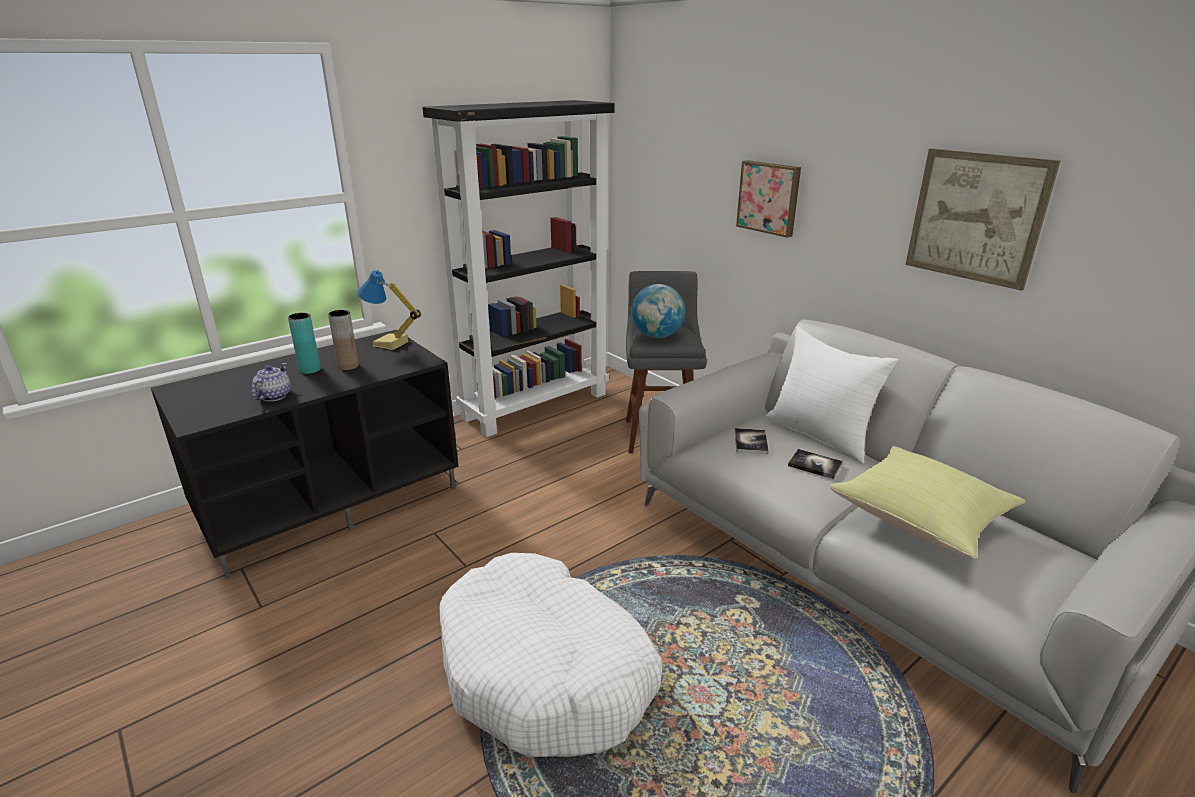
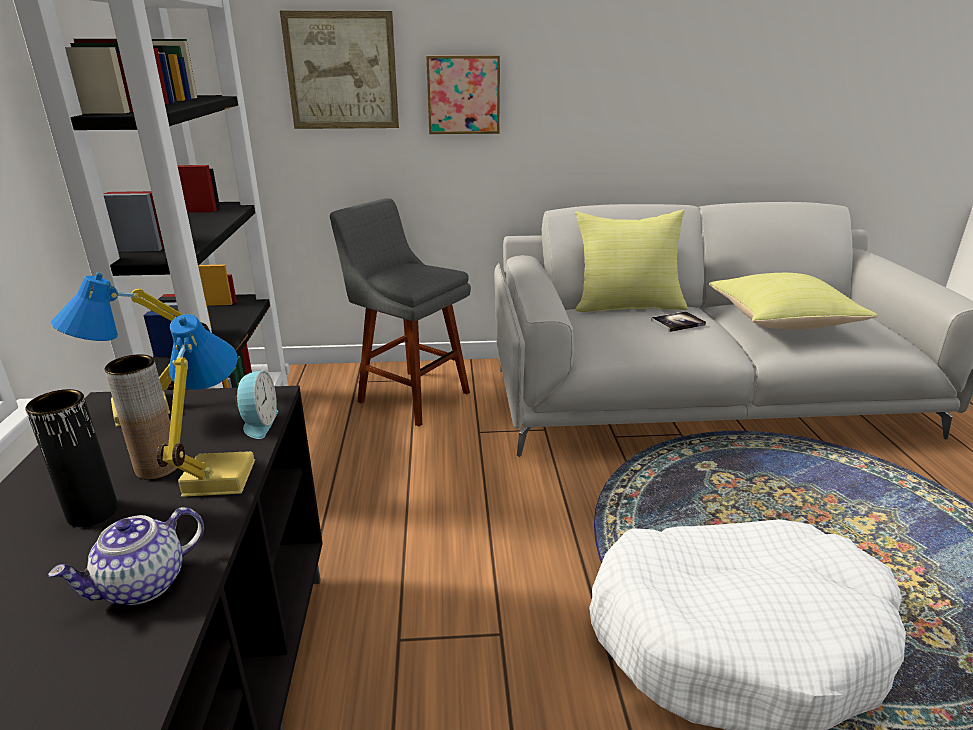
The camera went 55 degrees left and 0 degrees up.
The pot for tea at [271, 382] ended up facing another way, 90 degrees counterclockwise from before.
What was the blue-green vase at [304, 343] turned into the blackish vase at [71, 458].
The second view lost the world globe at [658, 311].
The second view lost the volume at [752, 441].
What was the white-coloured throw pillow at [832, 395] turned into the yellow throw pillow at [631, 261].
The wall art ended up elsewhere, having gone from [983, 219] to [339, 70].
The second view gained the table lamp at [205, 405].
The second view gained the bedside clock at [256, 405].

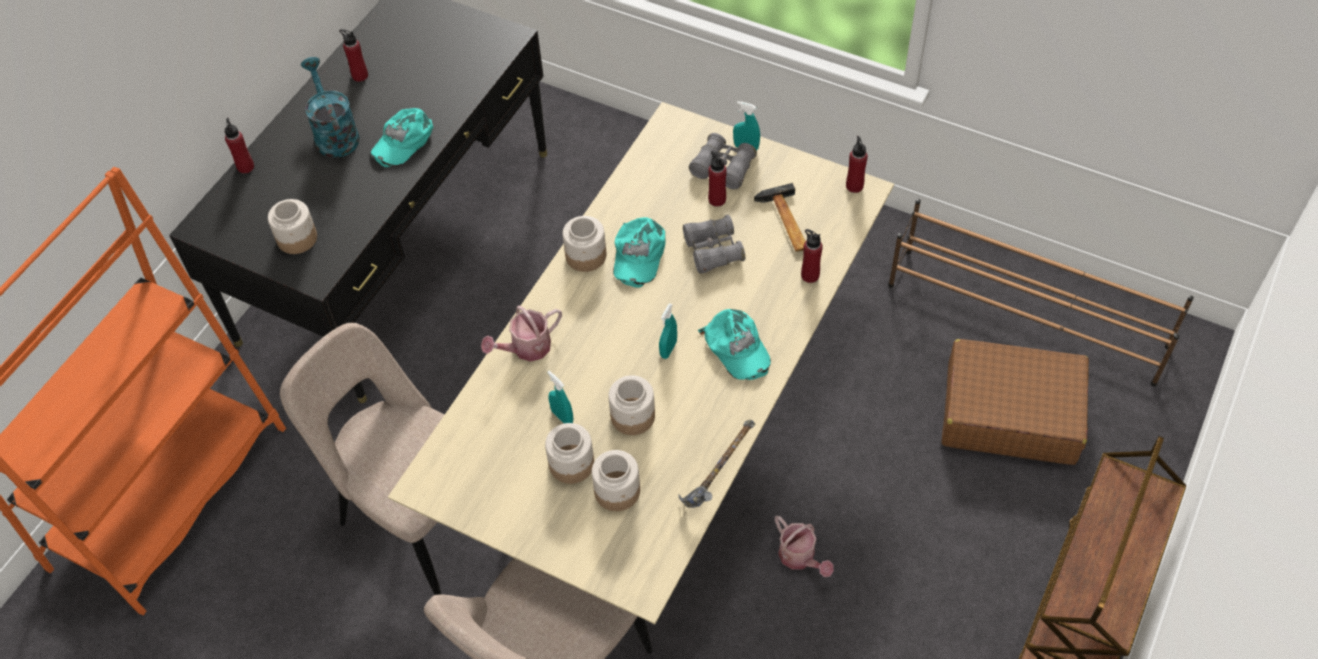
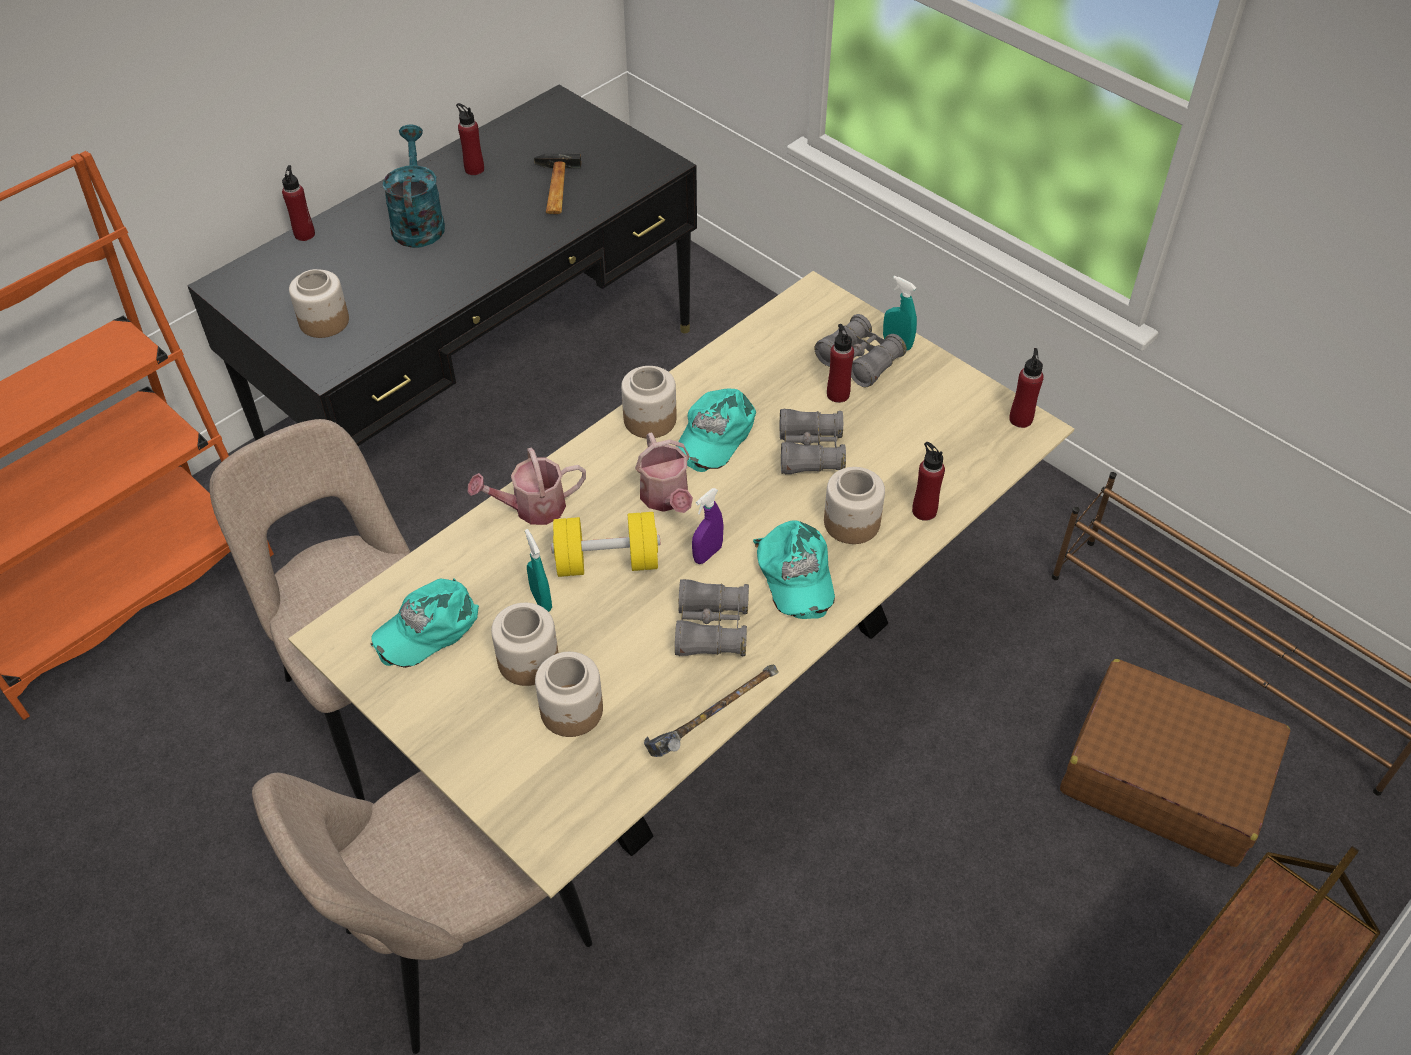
The camera went 15 degrees right and 5 degrees down.
The blue-green cap ended up elsewhere, having gone from [402, 137] to [425, 623].
The preserve jar ended up elsewhere, having gone from [631, 405] to [854, 505].
What was the blue-green sprayer at [668, 331] turned into the purple sprayer at [707, 526].
The tool hammer ended up elsewhere, having gone from [780, 217] to [557, 184].
The sprinkling can ended up elsewhere, having gone from [804, 546] to [664, 472].
The second view gained the yellow free weight at [606, 544].
The second view gained the greyish binoculars at [712, 617].

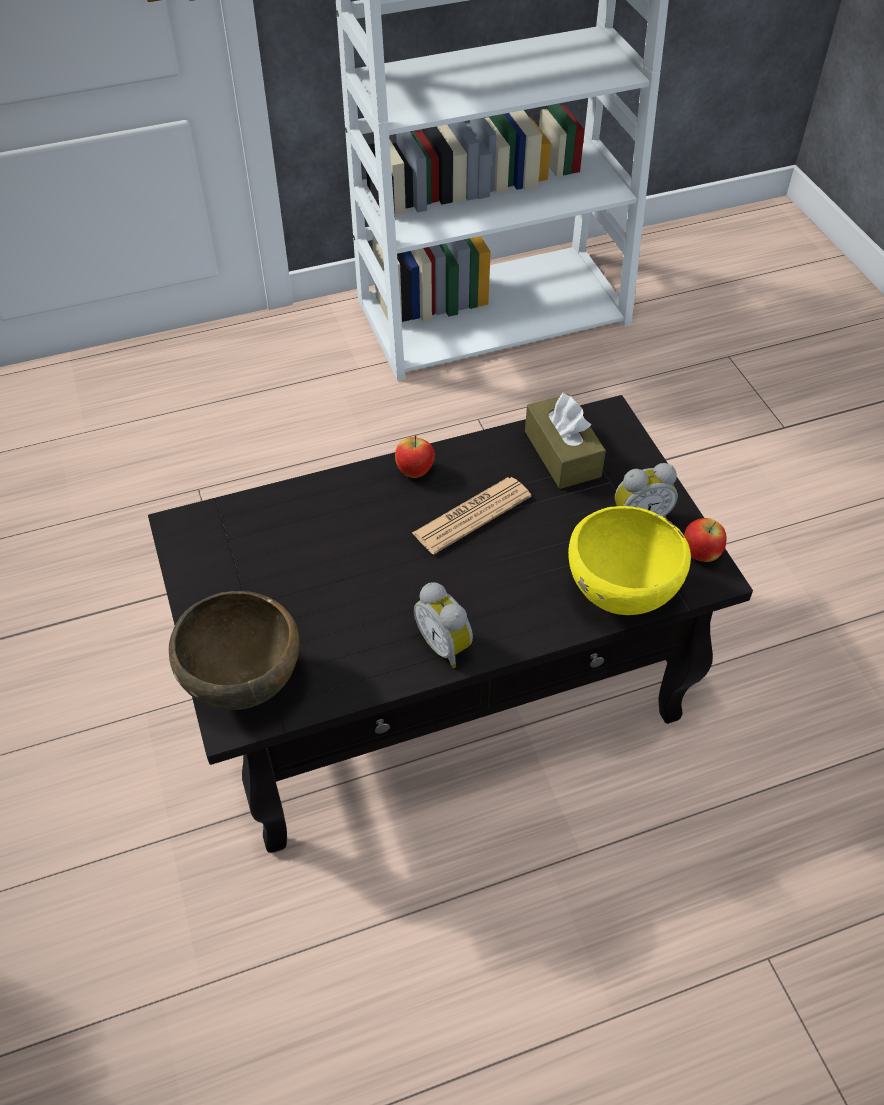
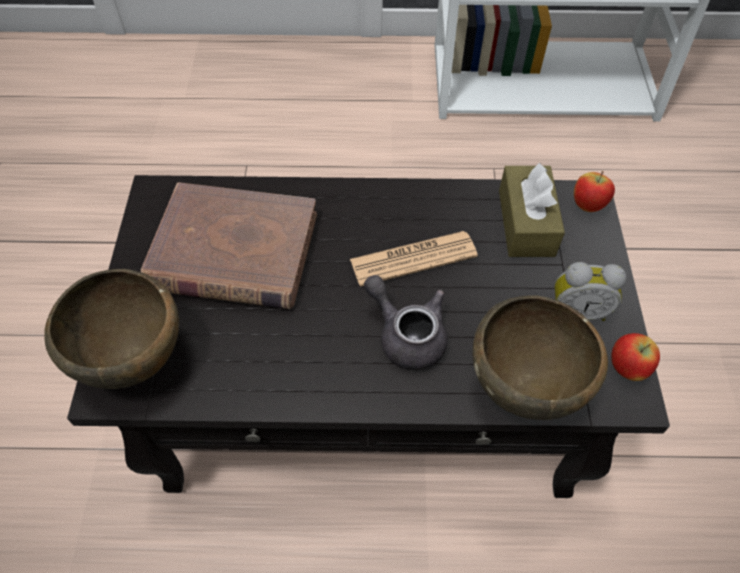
The camera went 20 degrees right and 5 degrees up.
The apple fruit ended up elsewhere, having gone from [415, 456] to [594, 191].
The second view lost the bedside clock at [443, 625].
What was the yellow deep dish at [629, 560] turned into the brown deep dish at [540, 357].
The second view gained the brown volume at [229, 245].
The second view gained the greyish pot for tea at [406, 322].

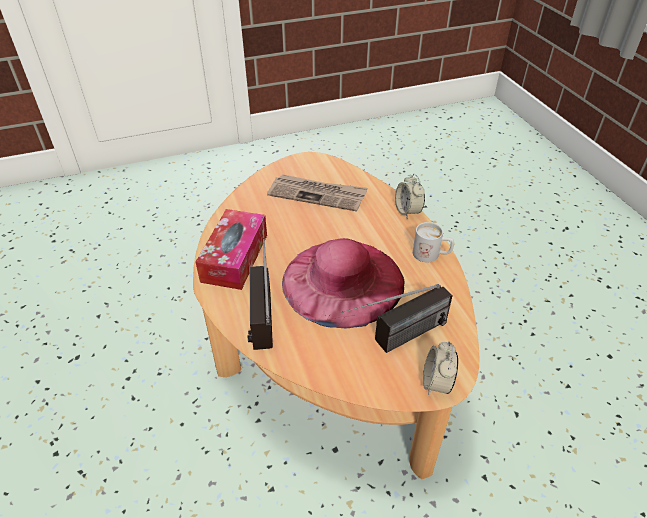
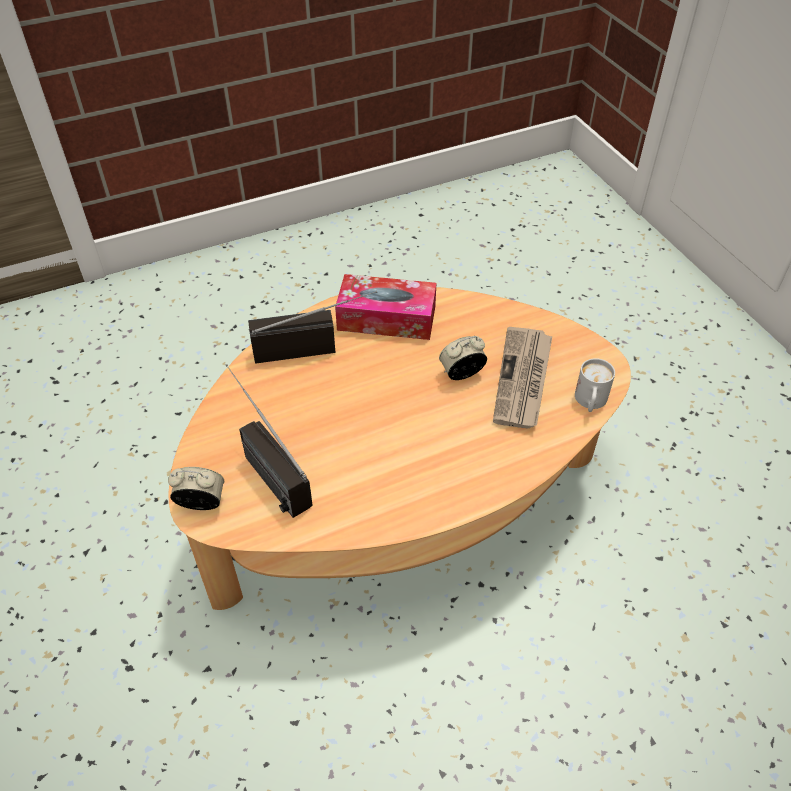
The camera went 85 degrees right and 5 degrees up.
The second view lost the pink clothing hat at [343, 283].
The bedside clock ended up elsewhere, having gone from [410, 196] to [463, 358].
The white-coloured tea mug ended up elsewhere, having gone from [433, 242] to [595, 385].

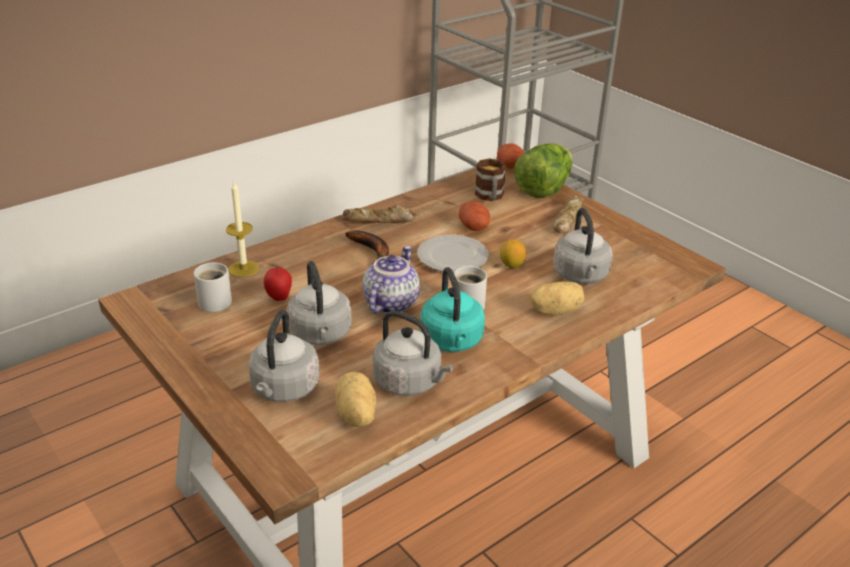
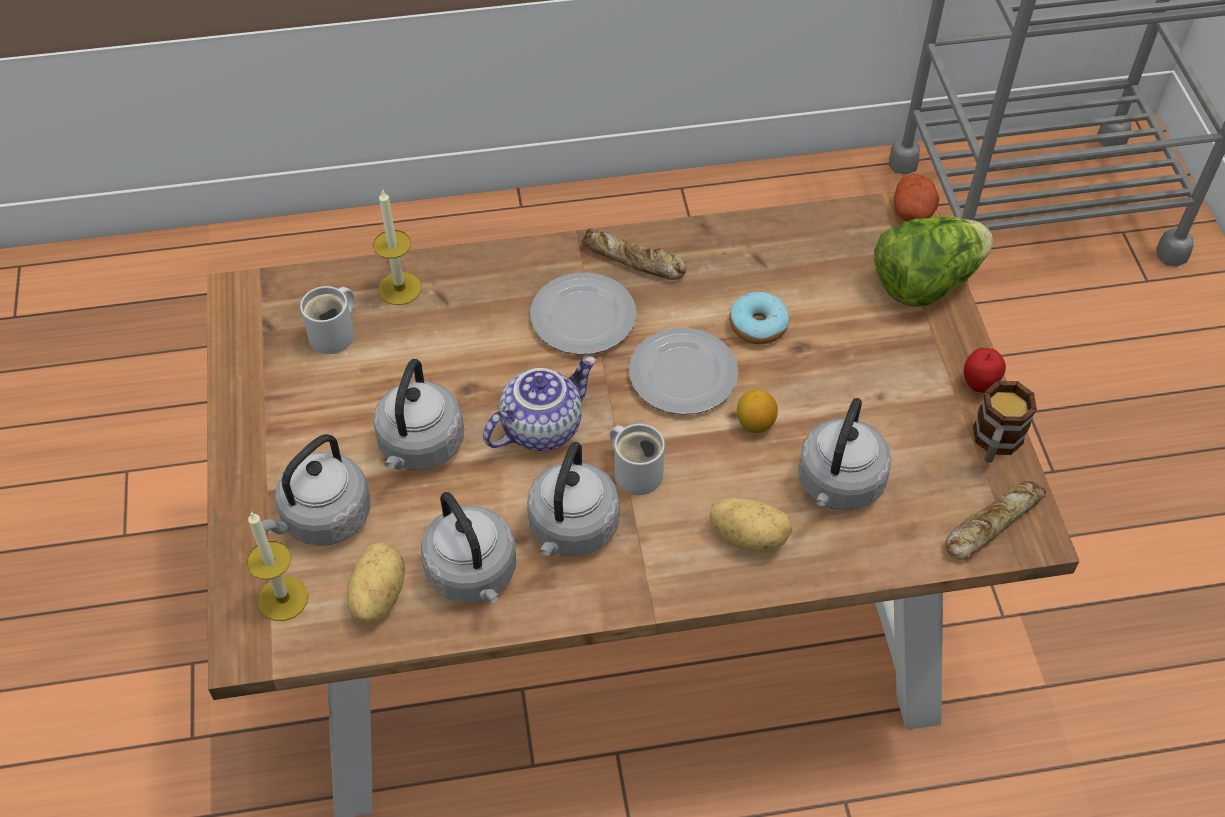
The camera went 30 degrees right and 20 degrees up.
The apple fruit ended up elsewhere, having gone from [278, 284] to [985, 370].
Where the whole banana stood at [367, 247], the dinner plate came to stand at [583, 314].
What was the blue-green water kettle at [452, 309] turned into the greyish water kettle at [573, 499].
Where the spud stood at [474, 216], the ring doughnut came to stand at [759, 318].
The tea mug ended up elsewhere, having gone from [490, 179] to [1005, 422].
The bread ended up elsewhere, having gone from [568, 214] to [996, 520].
The second view gained the wax light at [277, 566].

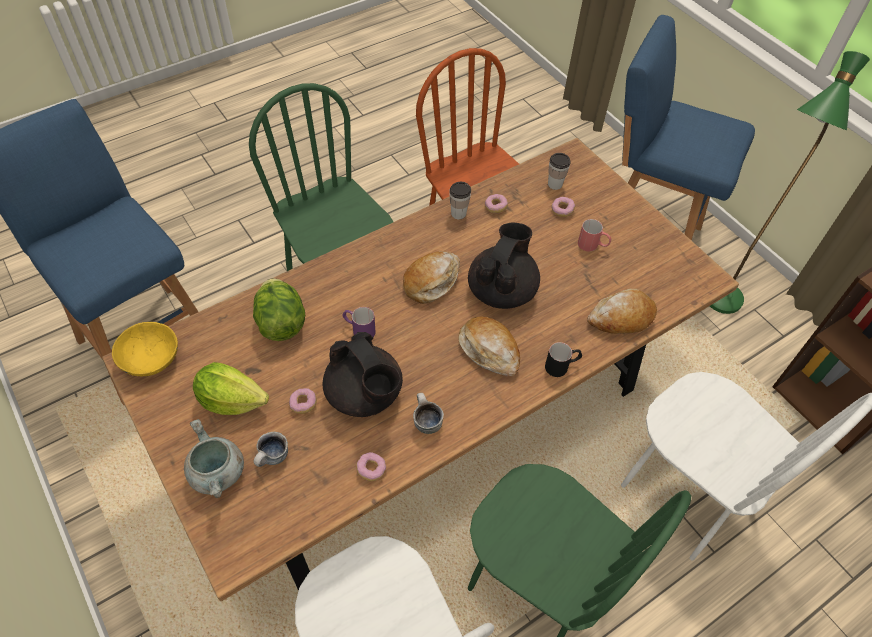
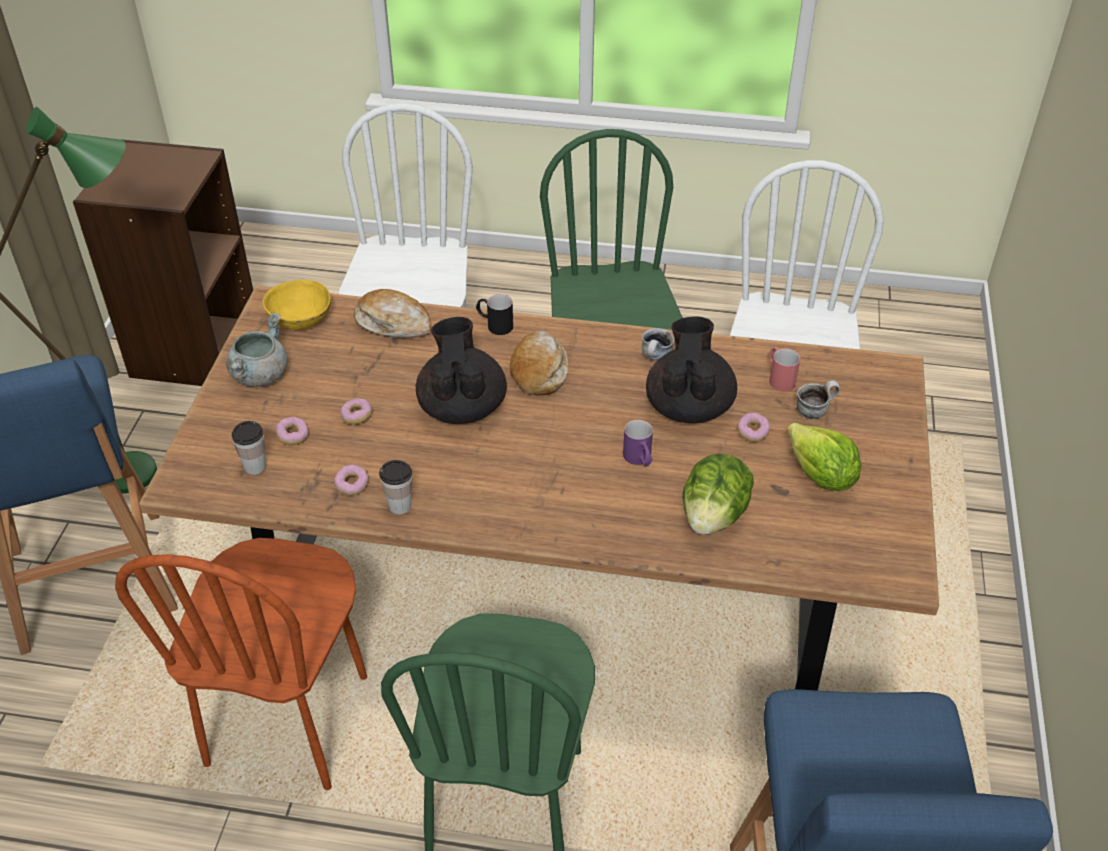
The camera went 135 degrees left and 10 degrees down.
The yellow deep dish ended up elsewhere, having gone from [145, 349] to [296, 305].
The greyish cooking pot ended up elsewhere, having gone from [214, 458] to [257, 350].
The ring doughnut ended up elsewhere, having gone from [371, 466] to [356, 411].
The second view lost the bread at [431, 277].
The blackish pot for tea at [504, 266] ended up facing another way, 105 degrees clockwise from before.
The red-coloured tea mug ended up elsewhere, having gone from [594, 235] to [784, 369].

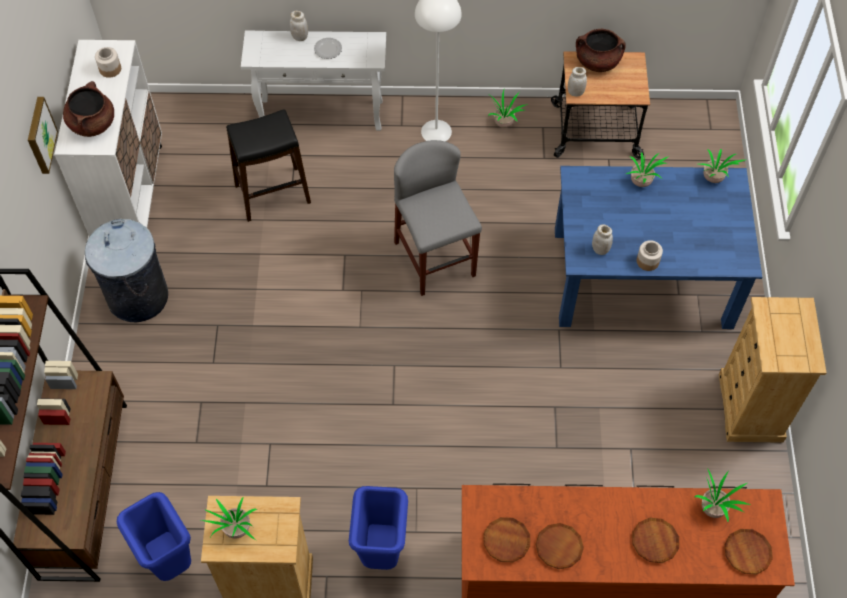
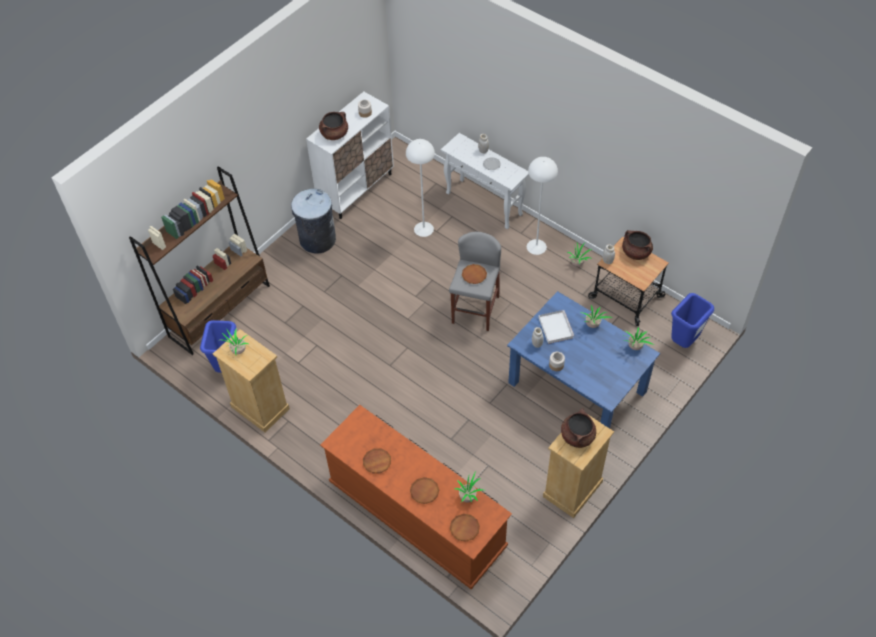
The camera went 40 degrees right and 5 degrees down.
The second view lost the wall art at [43, 135].
Where the blackish stool seat stood at [268, 166], the white-coloured floor lamp came to stand at [420, 188].
The bluish trash can ended up elsewhere, having gone from [378, 528] to [692, 320].
The brown dinner plate ended up elsewhere, having gone from [507, 539] to [474, 274].
The second view gained the white-coloured tray at [556, 327].
The second view gained the brown cooking pot at [578, 428].

